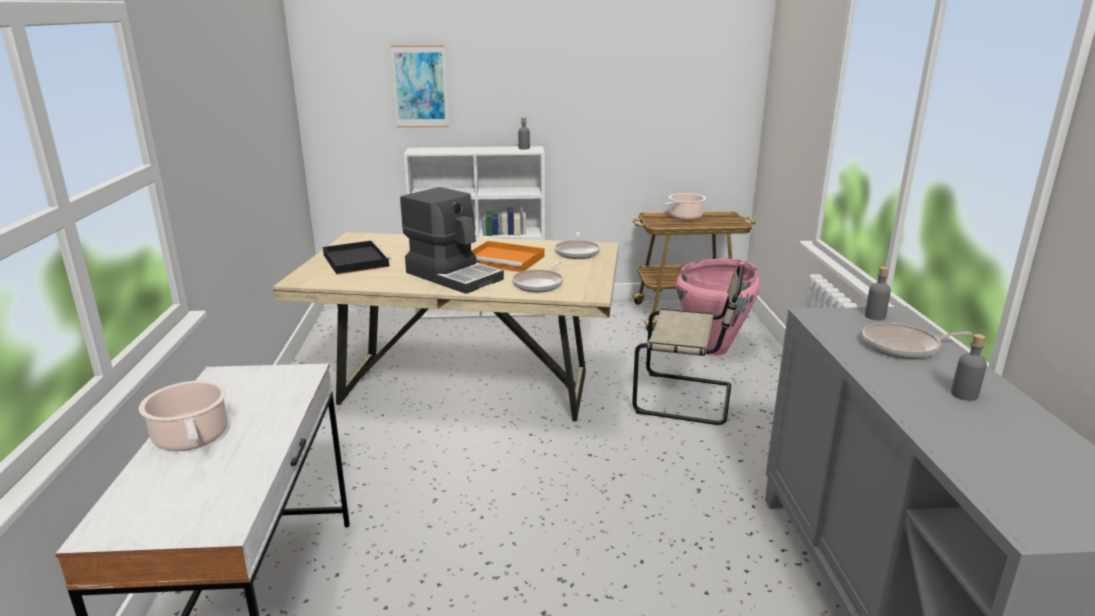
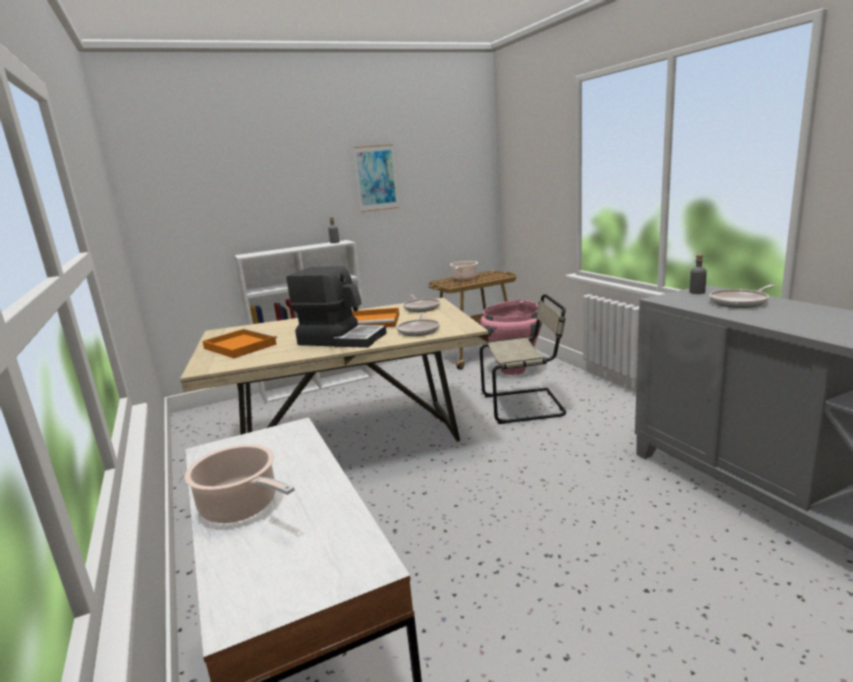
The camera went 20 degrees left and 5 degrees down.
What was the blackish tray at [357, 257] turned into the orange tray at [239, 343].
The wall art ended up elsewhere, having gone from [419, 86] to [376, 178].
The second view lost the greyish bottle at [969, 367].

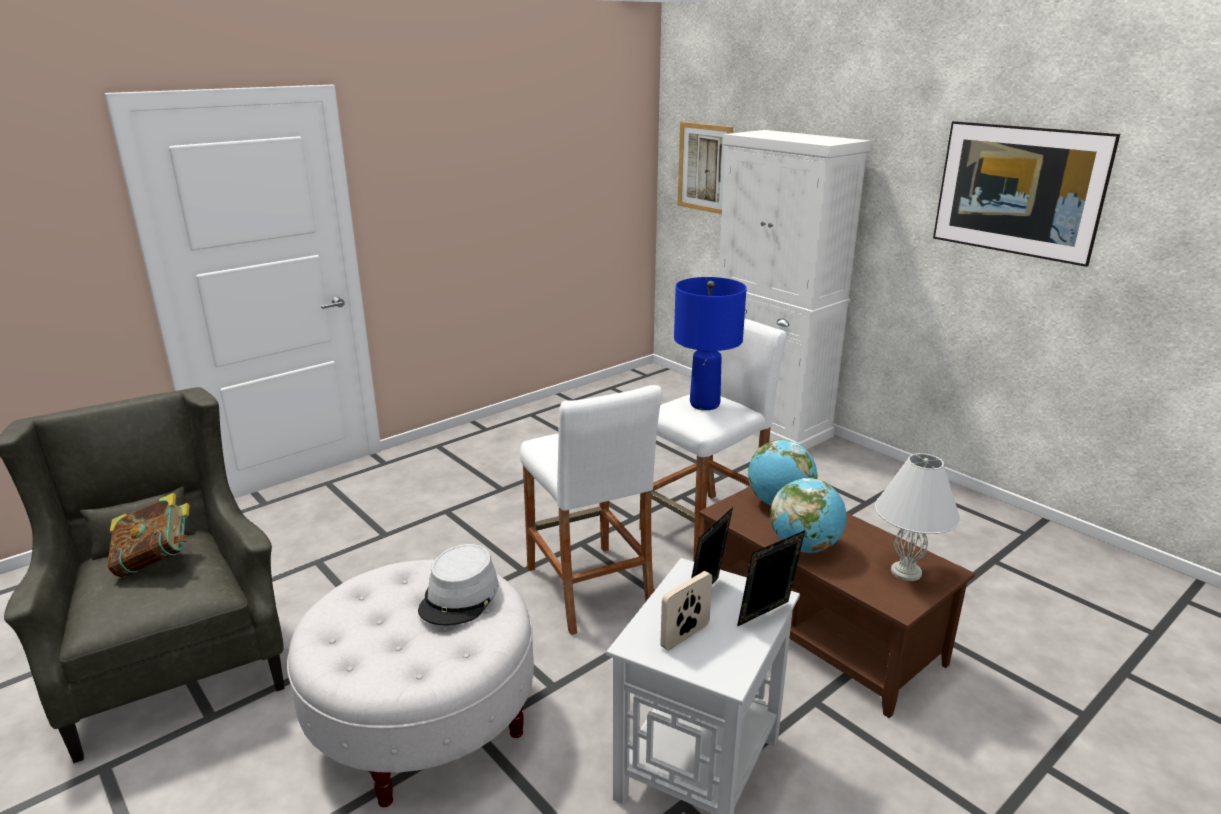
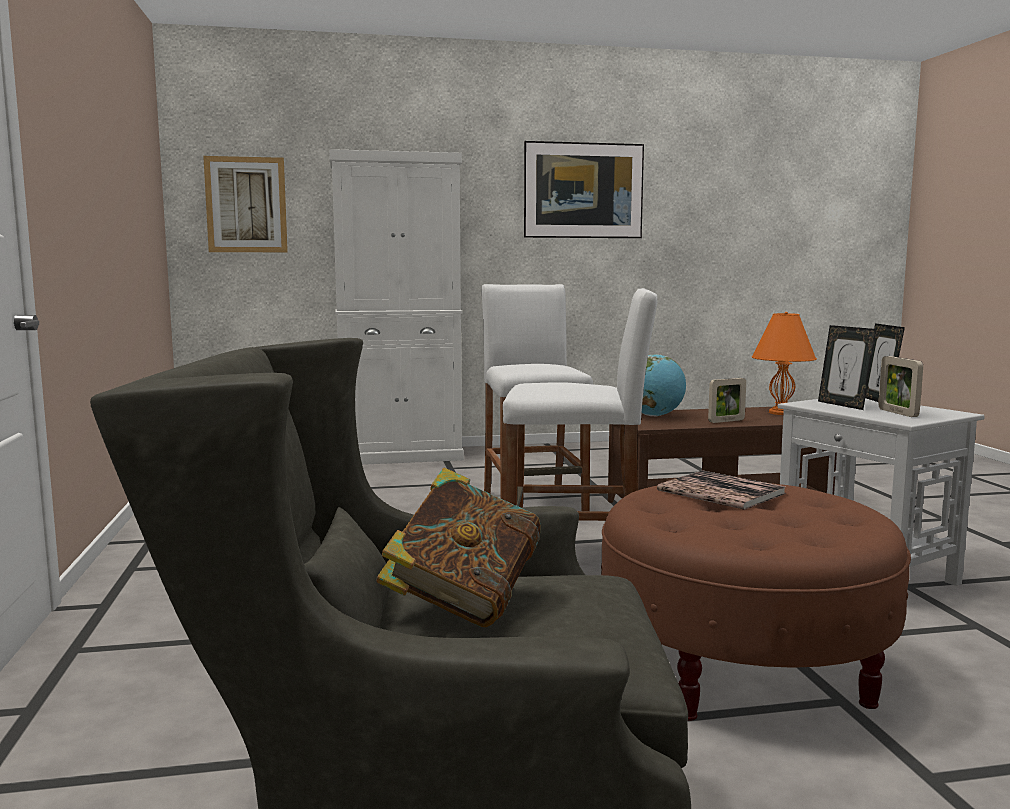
The camera went 60 degrees left and 15 degrees down.
What was the white-coloured ottoman at [410, 683] turned into the brown ottoman at [756, 602].
Where the greyish clothing hat stood at [458, 585], the volume came to stand at [721, 490].
The second view lost the bluish table lamp at [710, 343].
Where the world globe stood at [808, 515], the picture frame came to stand at [727, 400].
What was the white-coloured table lamp at [917, 517] turned into the orange table lamp at [784, 363].

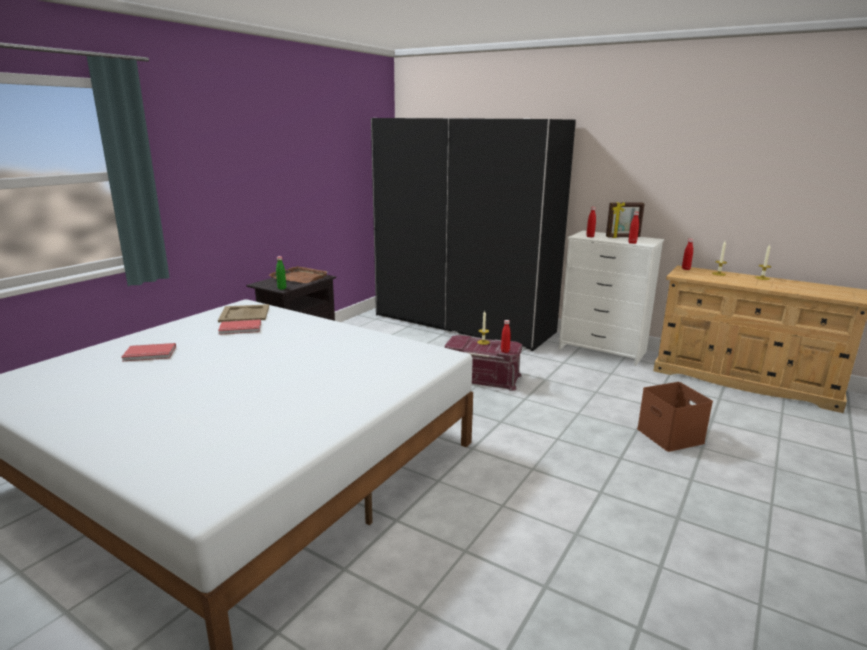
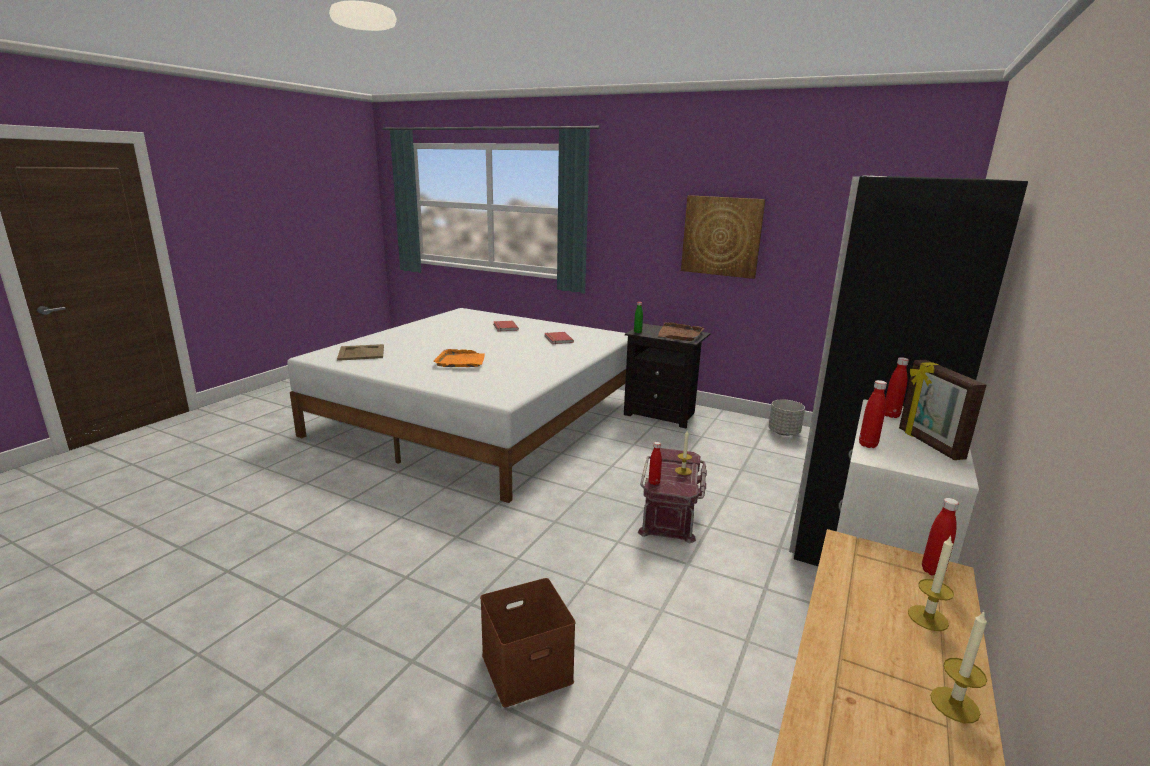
The camera went 85 degrees right and 0 degrees up.
The sand-coloured tray ended up elsewhere, having gone from [243, 313] to [360, 352].
The second view gained the orange tray at [459, 358].
The second view gained the wall art at [723, 237].
The second view gained the greyish flower pot at [786, 417].

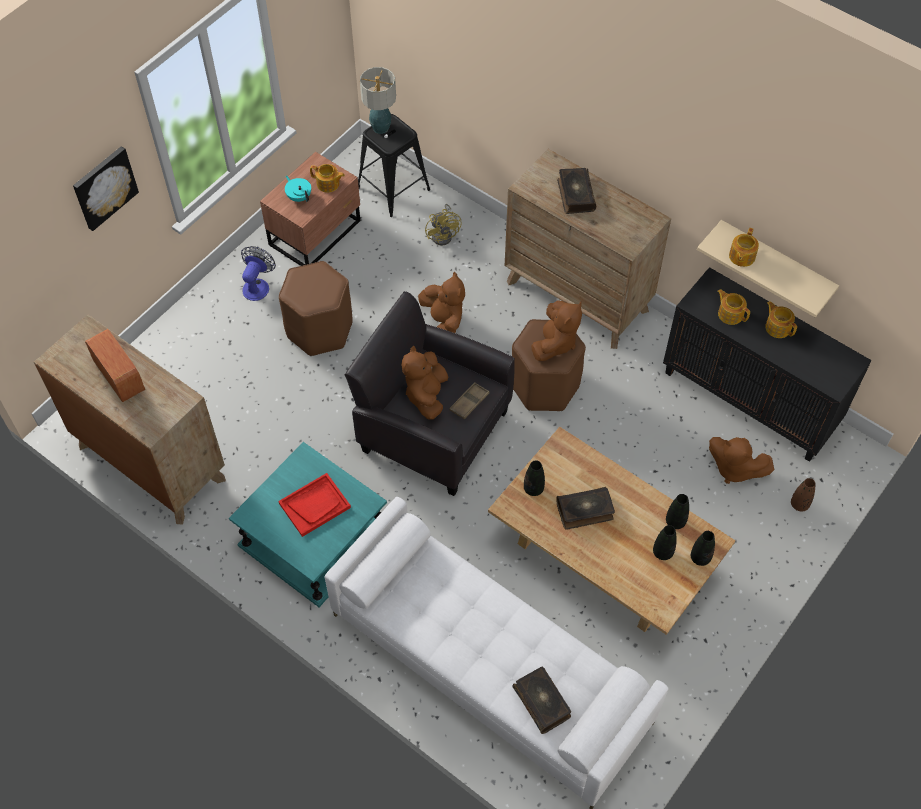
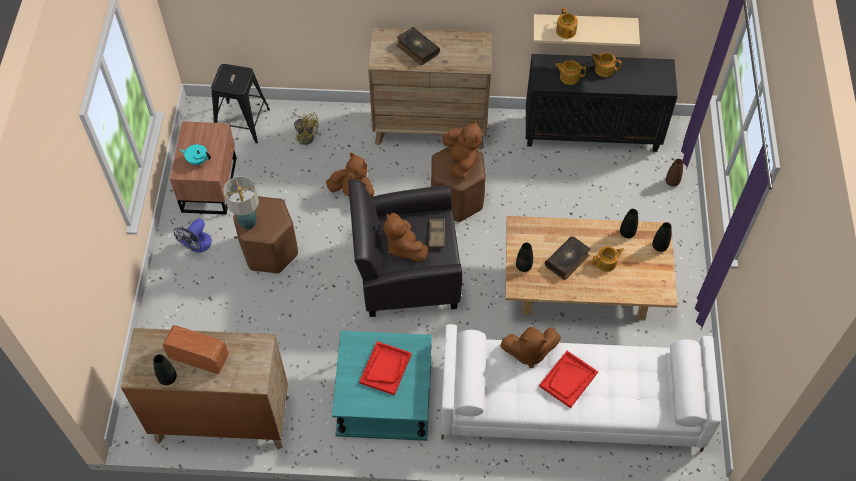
The camera went 35 degrees left and 0 degrees up.
The second view lost the wall art at [106, 188].
The cooling fan at [258, 273] ended up facing another way, 135 degrees counterclockwise from before.
The pot for tea ended up elsewhere, having gone from [327, 178] to [608, 259].
The table lamp ended up elsewhere, having gone from [378, 100] to [241, 203].
The second view lost the volume at [541, 700].
The blackish vase ended up elsewhere, having gone from [665, 542] to [165, 369].
The brown soft toy ended up elsewhere, having gone from [741, 460] to [530, 347].
The second view gained the red-coloured tray at [568, 379].

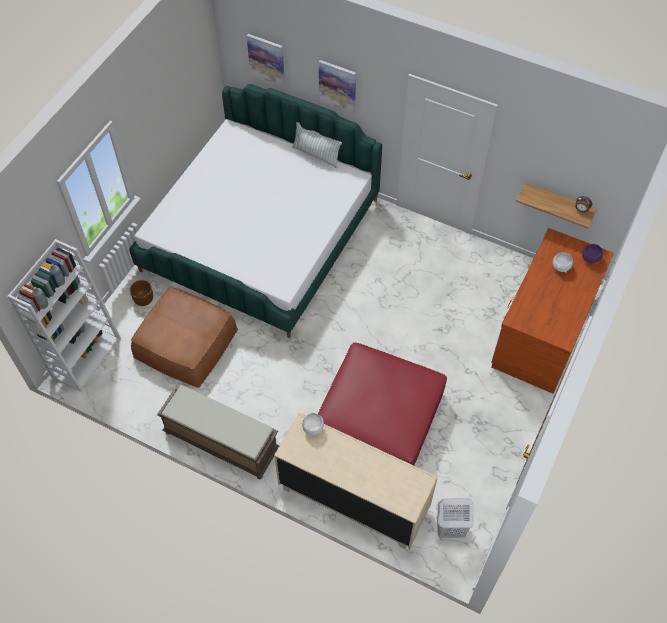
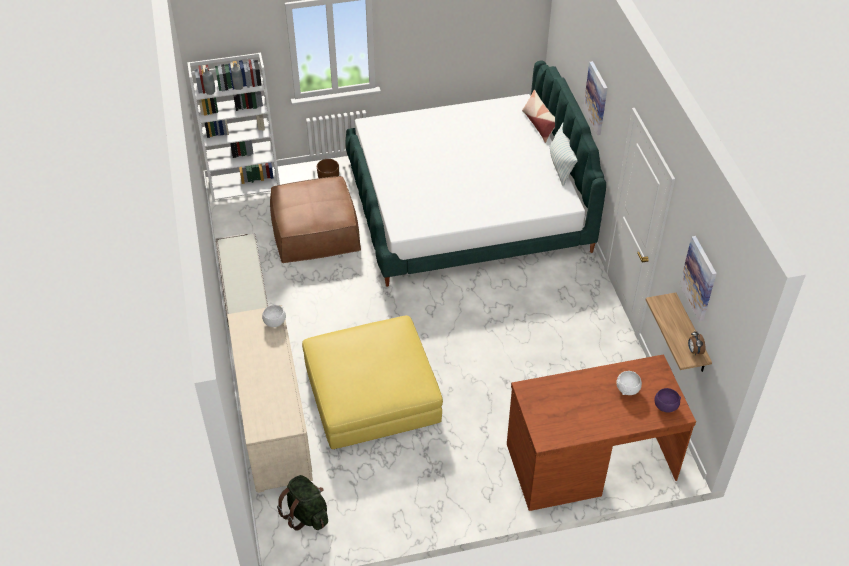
The camera went 50 degrees right and 10 degrees down.
The wall art ended up elsewhere, having gone from [266, 60] to [698, 278].
What was the red-coloured ottoman at [382, 404] turned into the yellow ottoman at [372, 382].
Where the white-coloured washing basket stood at [455, 518], the green-coloured rucksack came to stand at [302, 503].
The second view gained the throw pillow at [538, 116].

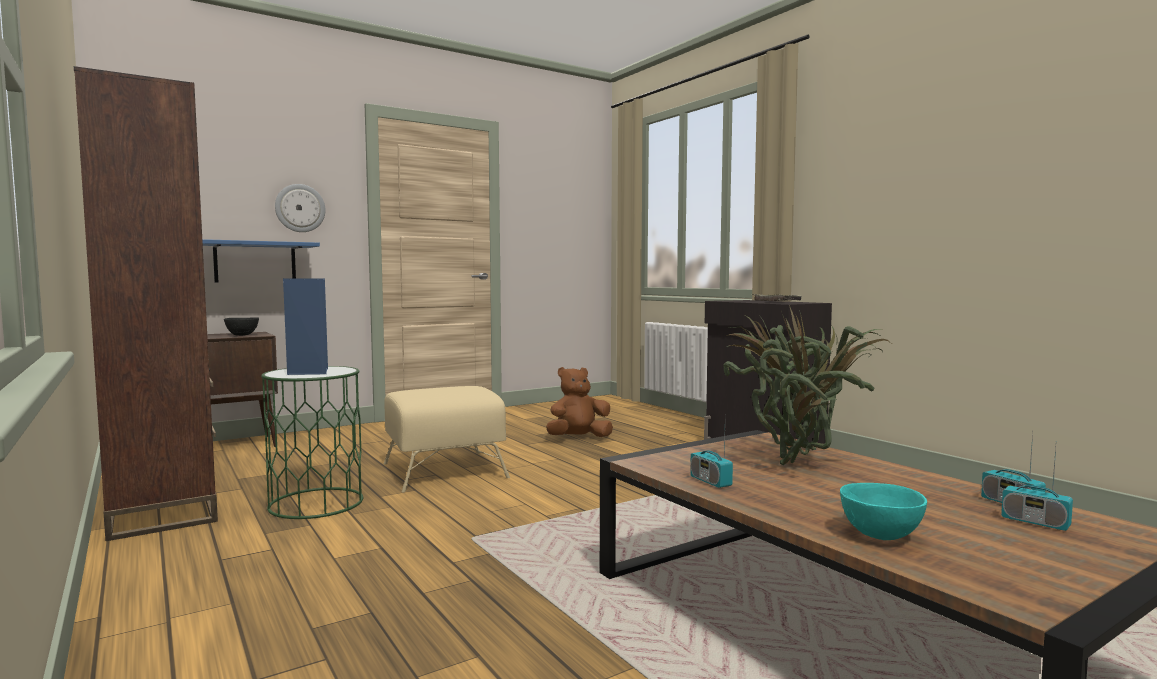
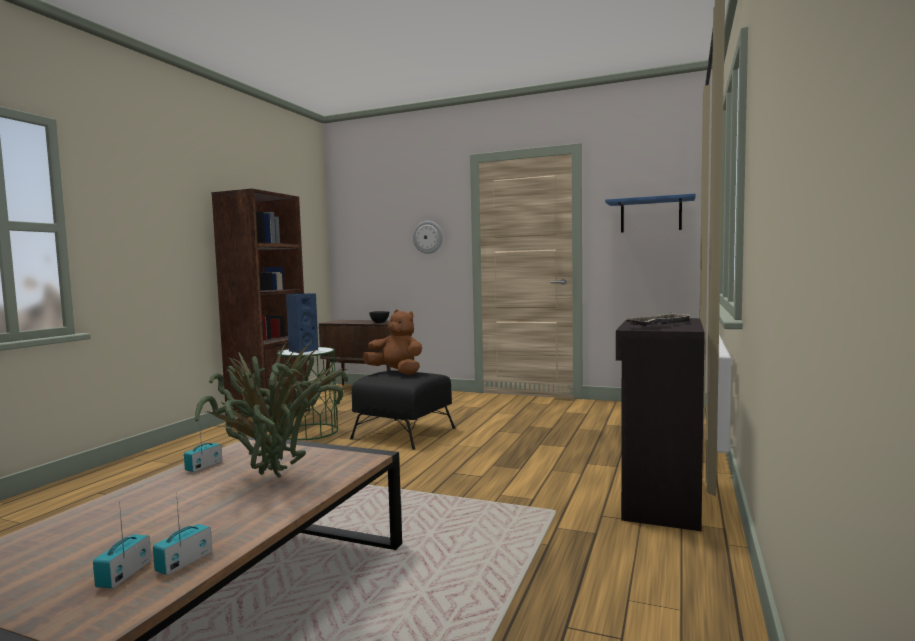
The camera went 55 degrees right and 0 degrees up.
The bluish shelf ended up elsewhere, having gone from [261, 261] to [650, 213].
What was the sand-coloured ottoman at [447, 439] turned into the blackish ottoman at [402, 410].
The brown soft toy ended up elsewhere, having gone from [579, 402] to [392, 342].
The second view lost the blue-green deep dish at [883, 511].

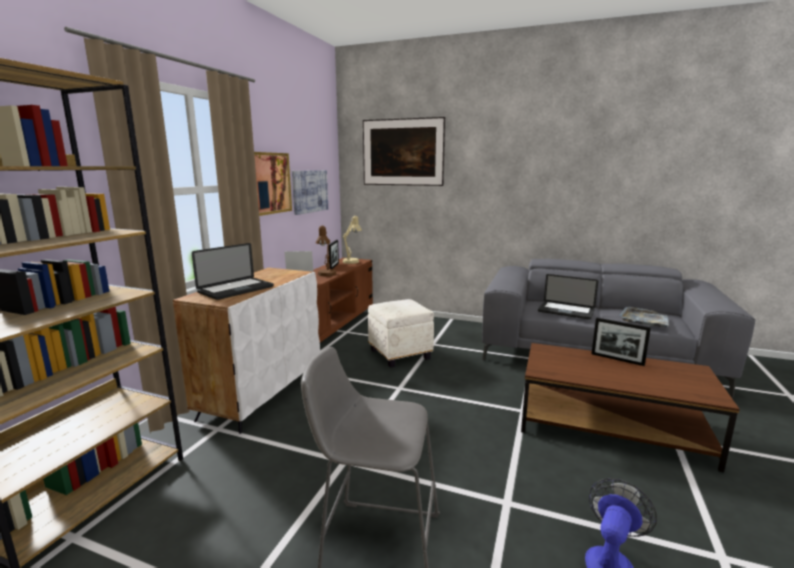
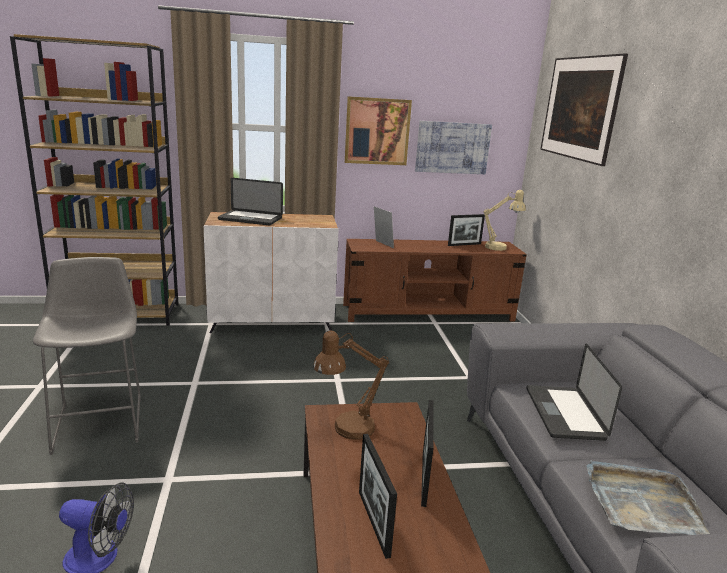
The camera went 60 degrees right and 5 degrees up.
The brown table lamp ended up elsewhere, having gone from [326, 251] to [351, 385].
The second view lost the white-coloured ottoman at [401, 333].
The second view gained the picture frame at [378, 496].

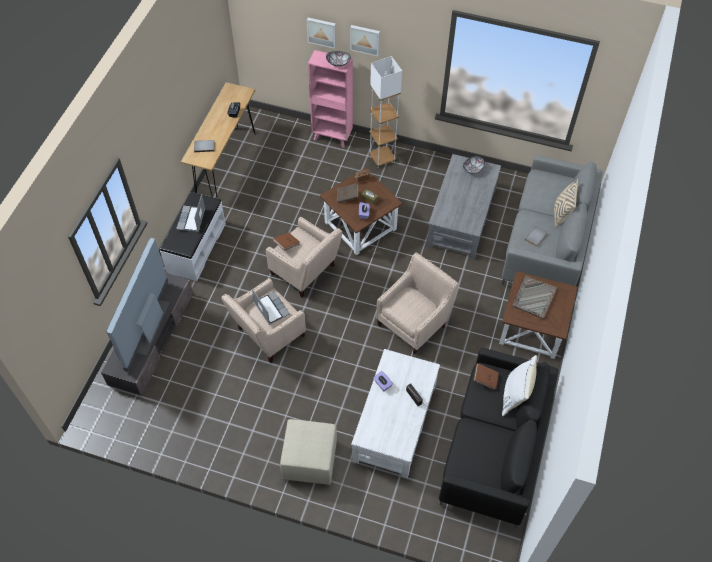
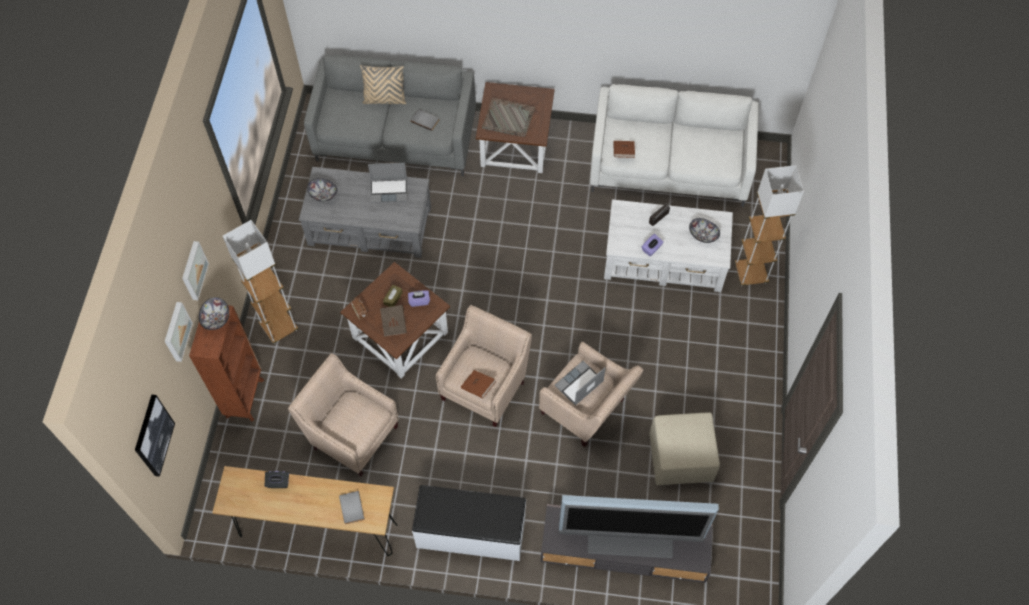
The camera went 100 degrees left and 5 degrees up.
The portable computer ended up elsewhere, having gone from [190, 213] to [387, 183].
The sand-coloured ottoman ended up elsewhere, having gone from [308, 452] to [684, 449].
What was the pink shelving unit at [330, 99] turned into the brown shelving unit at [226, 363].
The sand-coloured armchair ended up elsewhere, having gone from [417, 303] to [343, 414].
What was the blackish sofa at [498, 438] turned into the white-coloured sofa at [674, 145].
The second view lost the white-coloured throw pillow at [519, 385].
The second view gained the wall art at [155, 436].
The second view gained the deep dish at [704, 230].
The second view gained the white-coloured floor lamp at [769, 225].

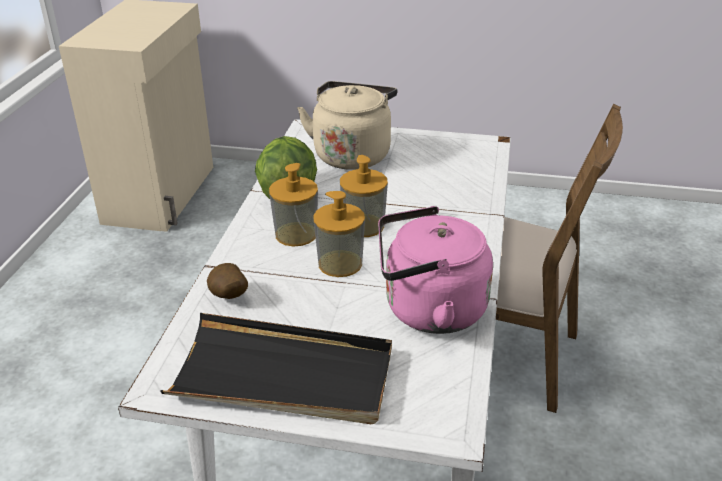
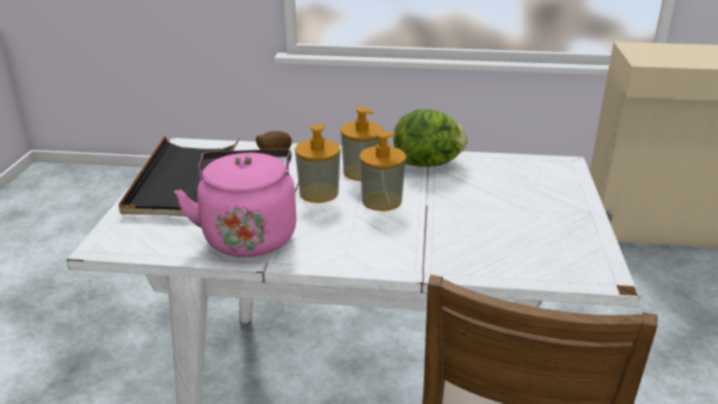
The camera went 85 degrees right and 5 degrees down.
The second view lost the sand-coloured water kettle at [347, 125].

